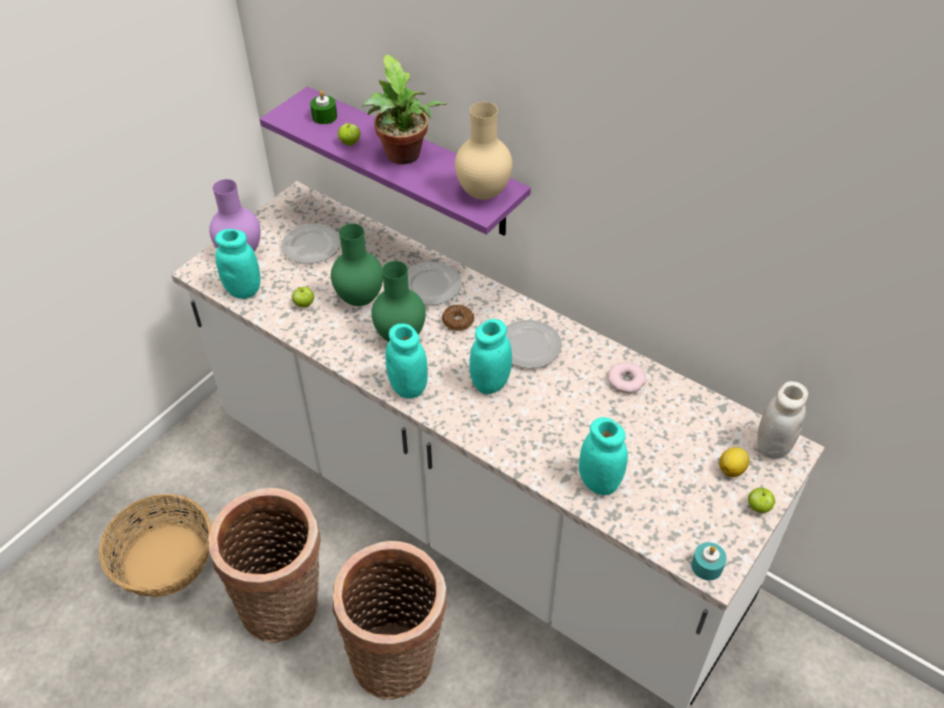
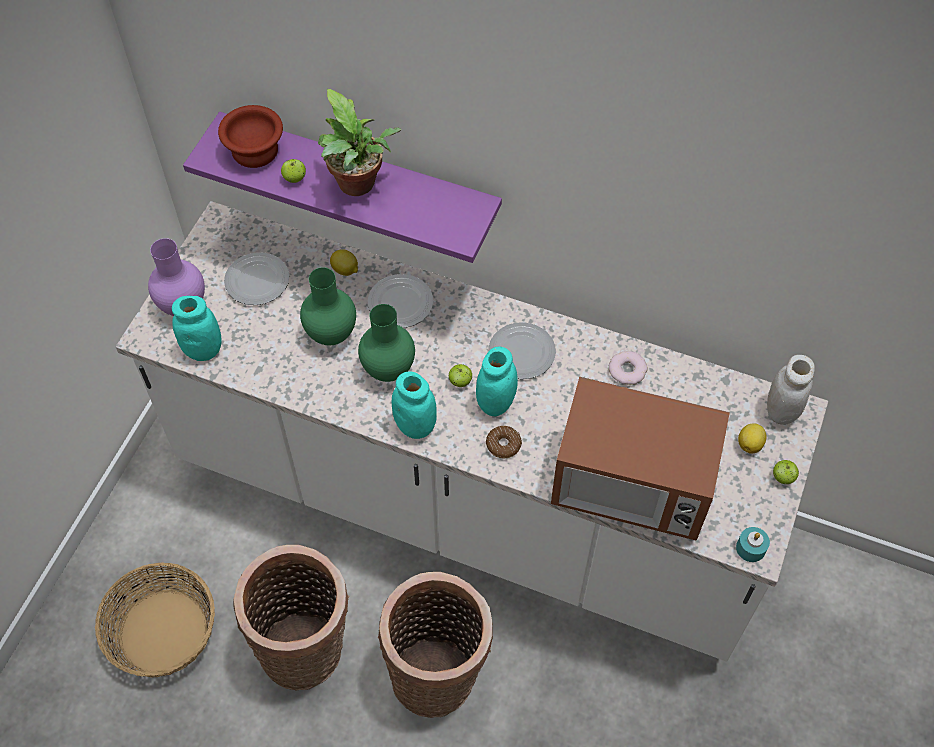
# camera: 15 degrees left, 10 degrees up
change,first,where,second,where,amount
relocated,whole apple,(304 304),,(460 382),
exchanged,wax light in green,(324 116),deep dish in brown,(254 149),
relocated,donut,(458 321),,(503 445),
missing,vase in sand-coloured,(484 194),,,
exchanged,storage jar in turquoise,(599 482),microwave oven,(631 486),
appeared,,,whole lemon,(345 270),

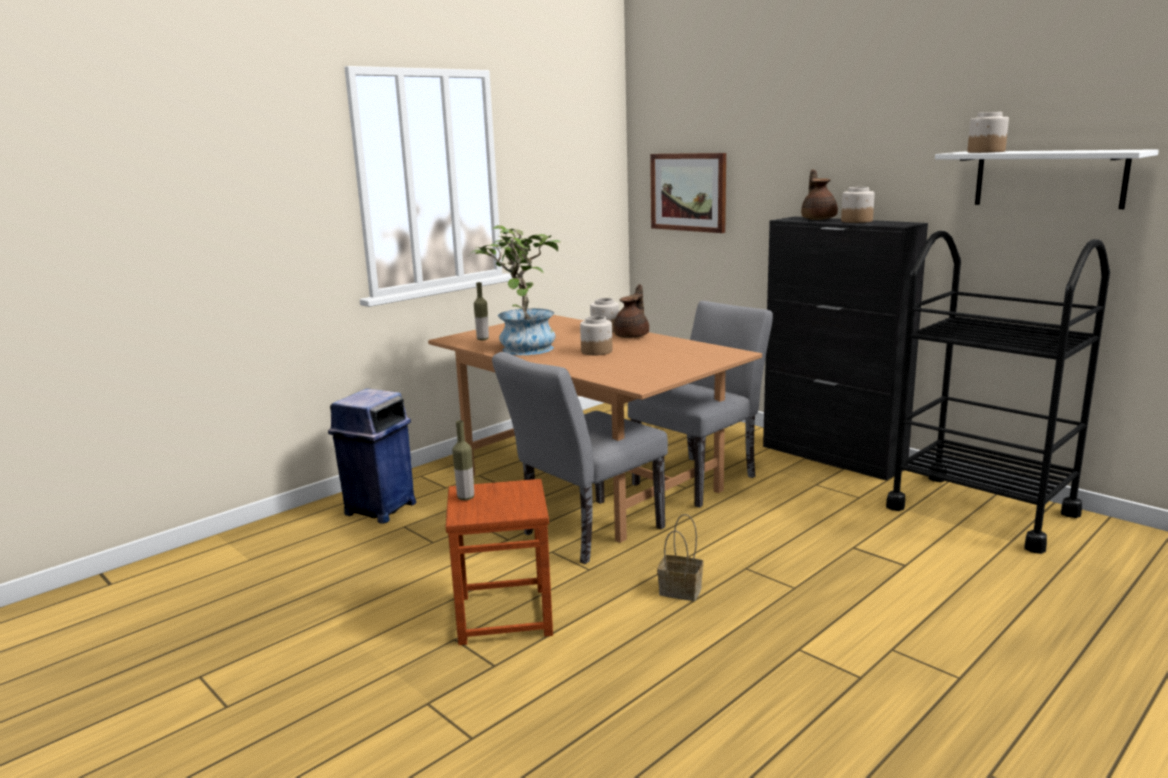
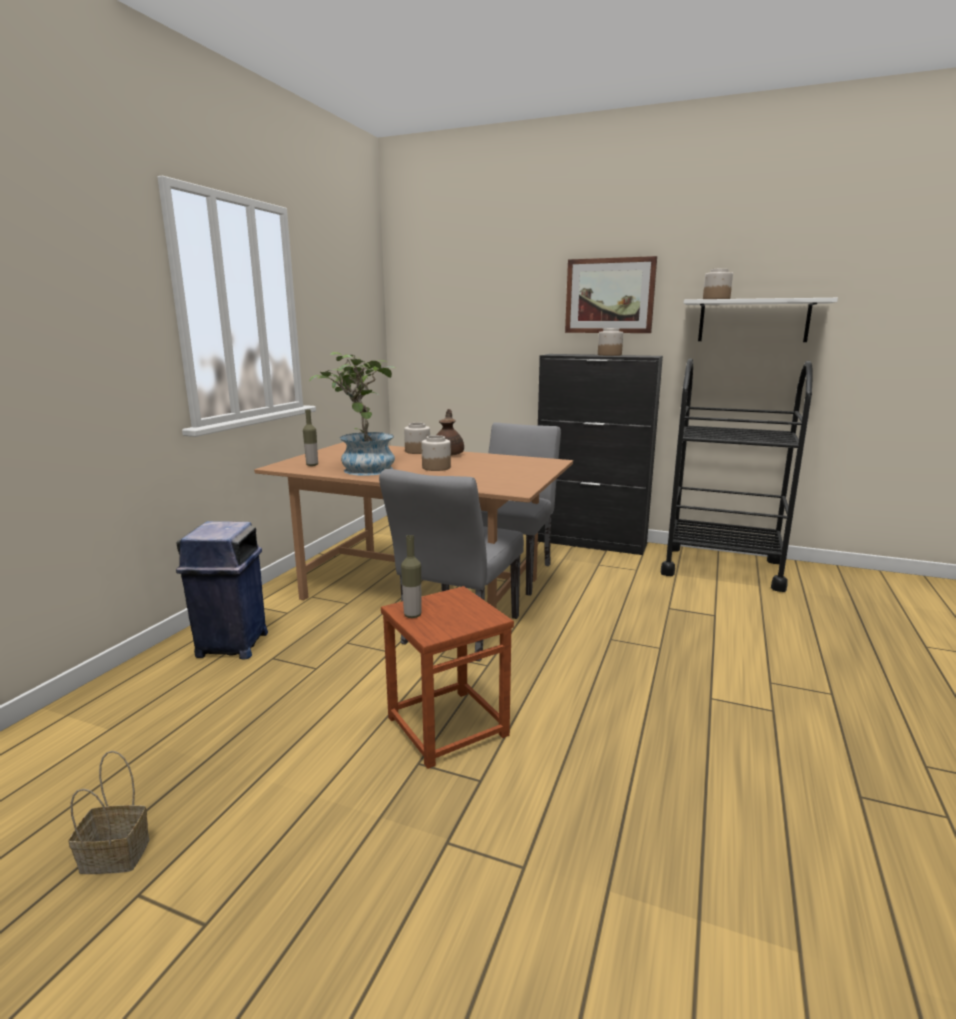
# camera: 25 degrees left, 0 degrees up
change,first,where,second,where,amount
relocated,wall art,(688 192),,(609 296),
relocated,storage basket,(682 590),,(118 854),
missing,teapot in brown,(818 219),,,

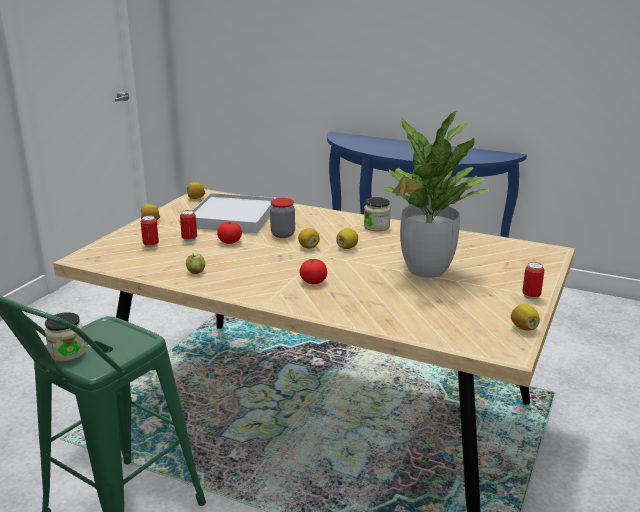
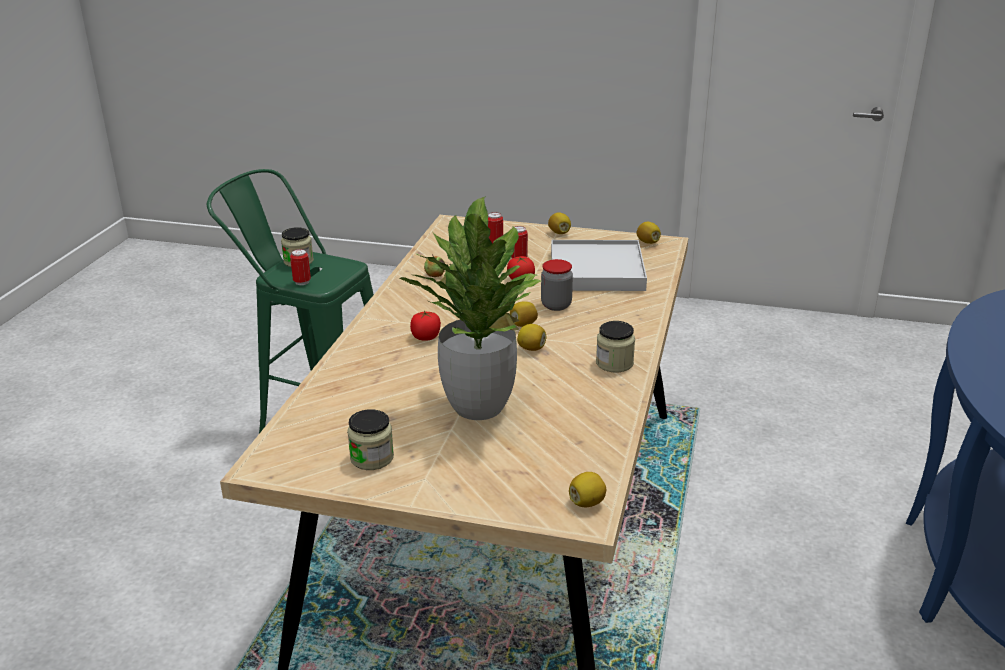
# camera: 80 degrees right, 5 degrees up
change,first,where,second,where,amount
relocated,whole lemon,(524 328),,(587 502),
relocated,can,(531 296),,(302 282),
appeared,,,storage jar,(372 458),

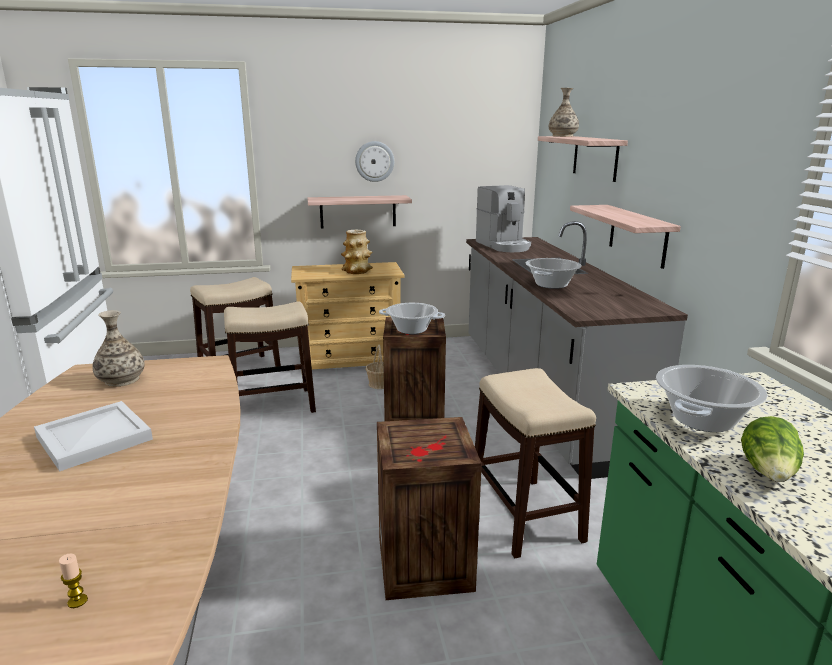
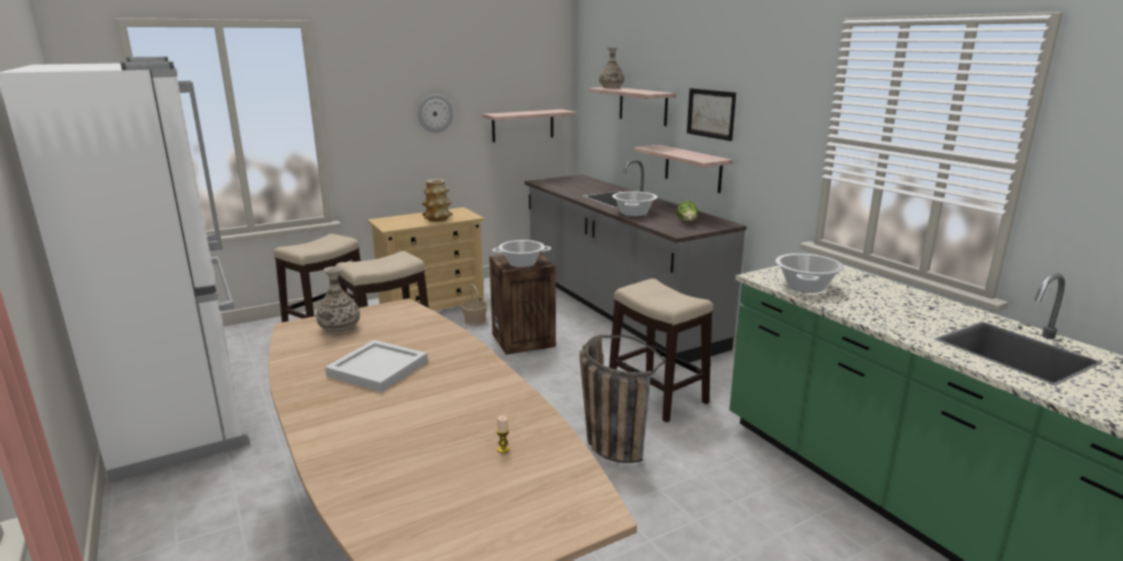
# camera: 20 degrees left, 0 degrees up
change,first,where,second,where,amount
relocated,wall shelf,(358 211),,(523 125),
exchanged,packing crate,(426 565),storage basket,(607 439),
missing,coffee maker,(504 245),,,
relocated,head of lettuce,(769 472),,(687 222),
appeared,,,wall art,(711 113),

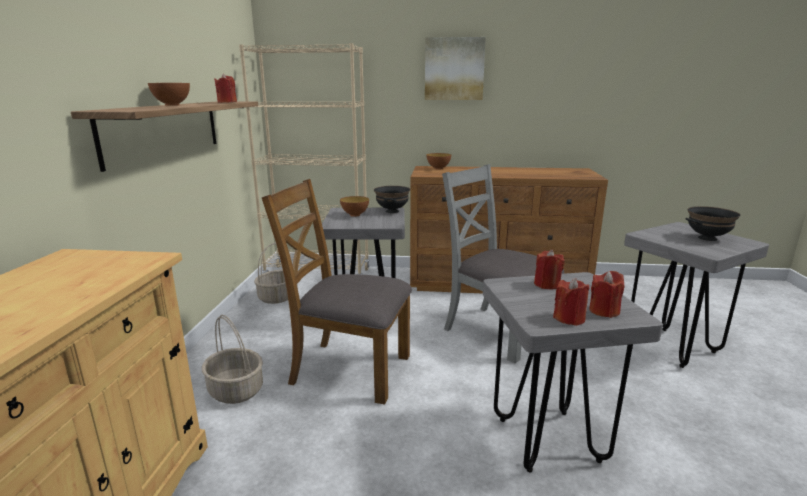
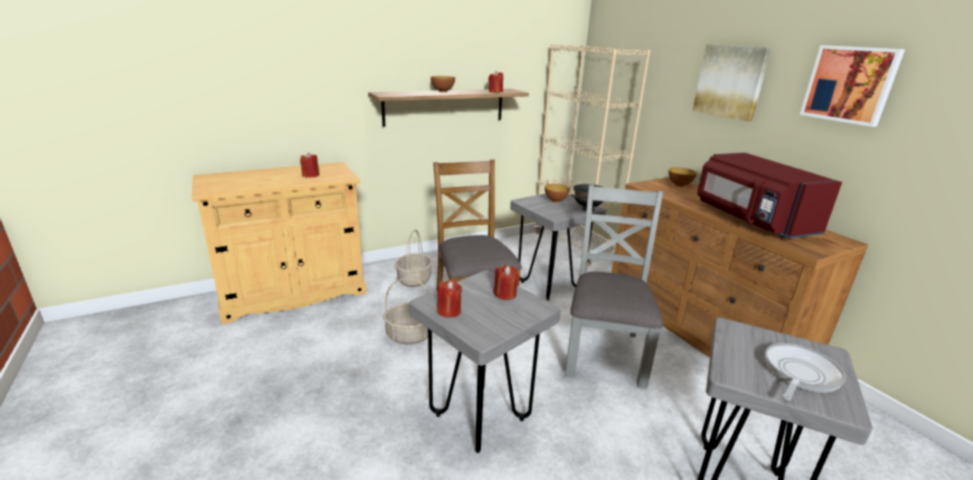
# camera: 55 degrees right, 5 degrees up
change,first,where,second,where,amount
relocated,storage basket,(278 297),,(409 335),
relocated,wax light in reddish,(604 311),,(311 175),
exchanged,deep dish in blackish,(707 238),pan,(799 374),
appeared,,,microwave oven in reddish,(750 220),
appeared,,,wall art,(850 84),

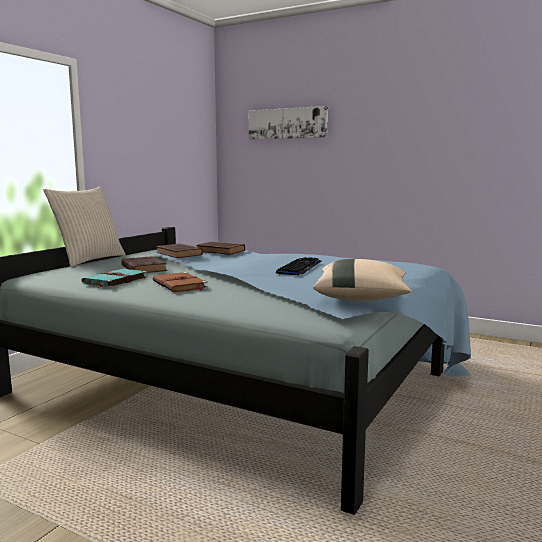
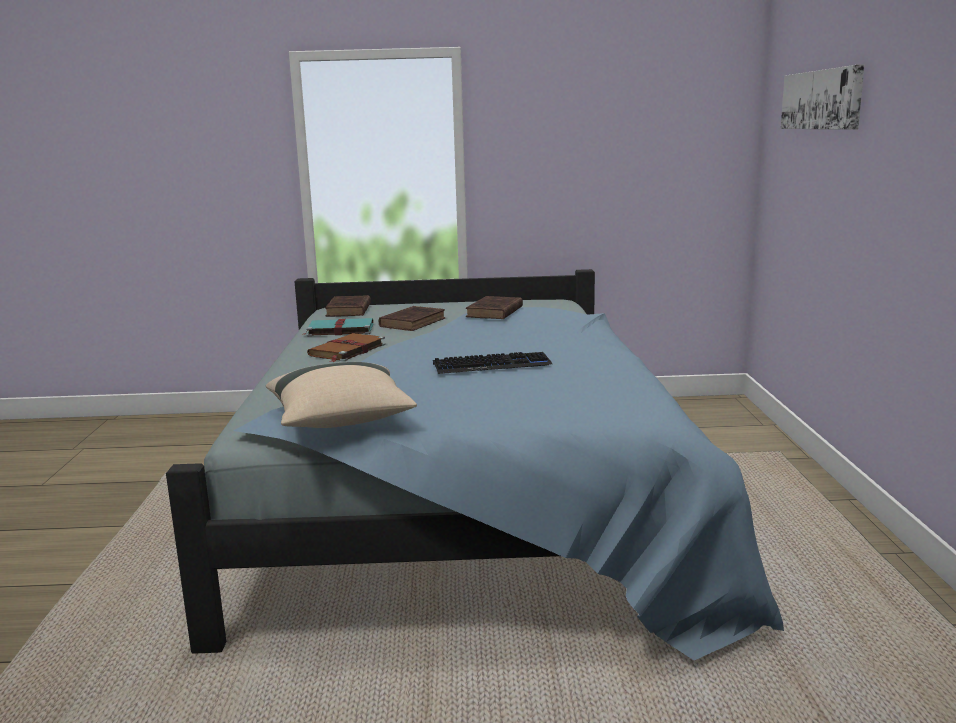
# camera: 60 degrees right, 5 degrees up
change,first,where,second,where,amount
missing,pillow in sand-coloured,(89 260),,,
relocated,volume in brown,(221 251),,(348 310),

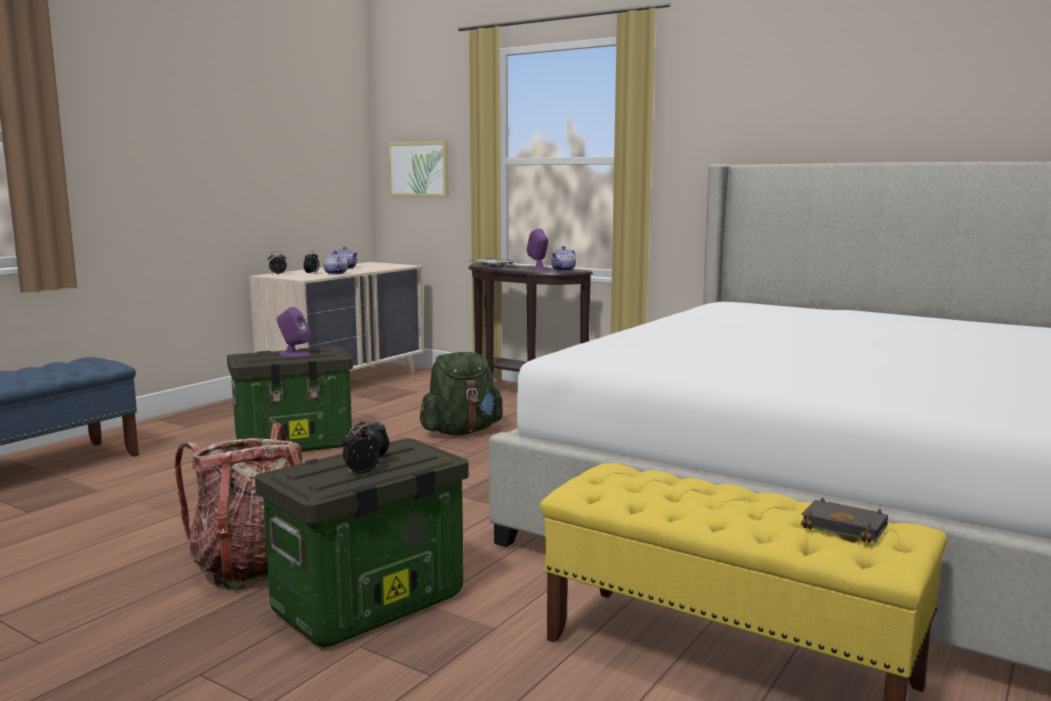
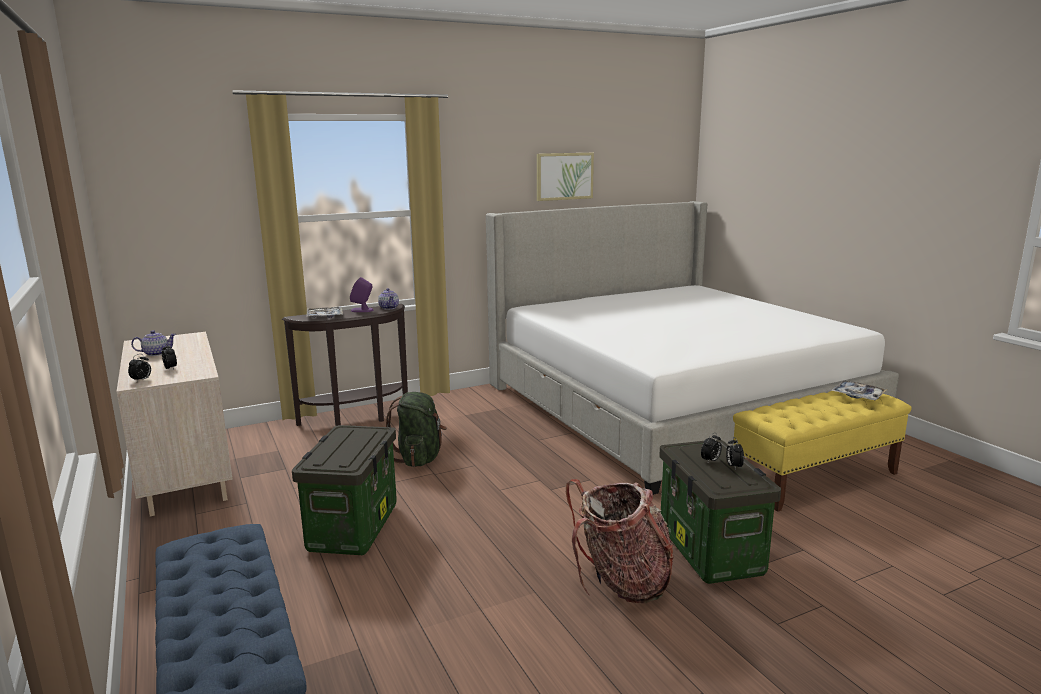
# camera: 60 degrees left, 5 degrees up
change,first,where,second,where,amount
missing,audio speaker in purplish,(294 354),,,
missing,teapot,(335 273),,,
relocated,wall art,(419 169),,(564 176),
exchanged,volume in blackish,(846 526),carrying tray,(858 395),

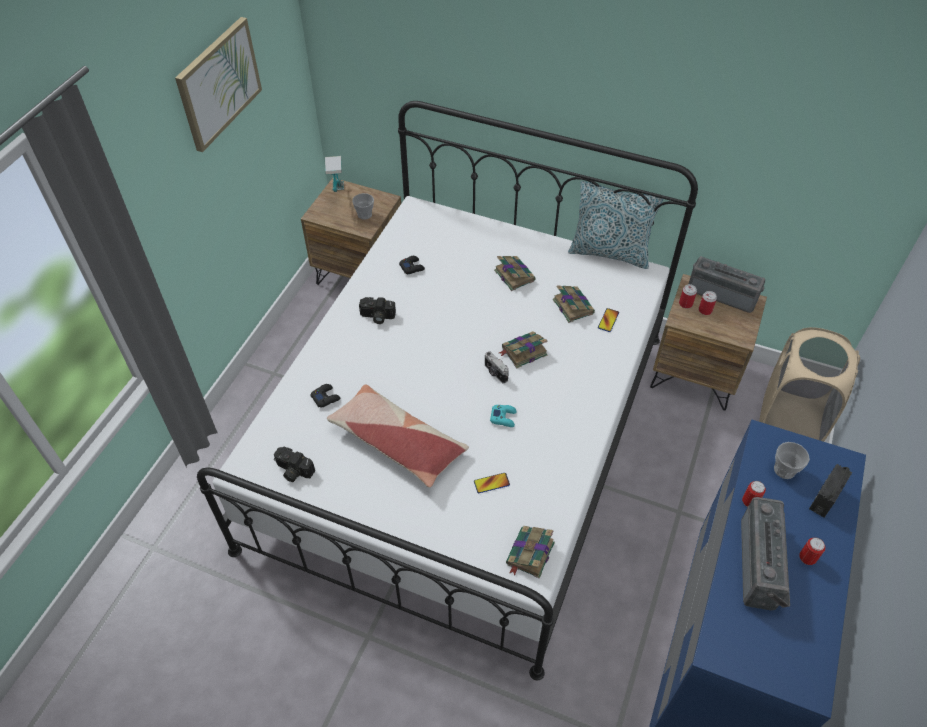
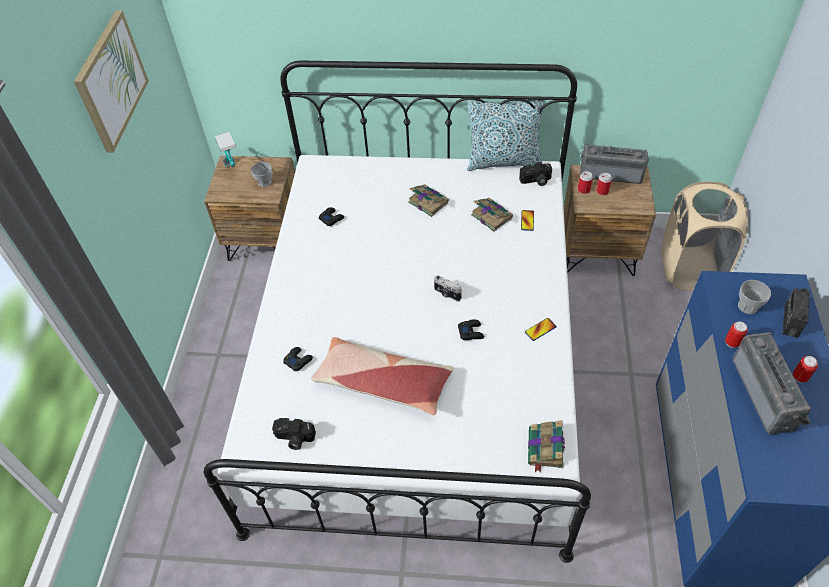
# camera: 15 degrees left, 0 degrees up
change,first,where,second,where,amount
relocated,photo camera,(377 317),,(536 181),
relocated,phone,(491 483),,(540 329),
colour,game controller in turquoise,(503 417),game controller in blackish,(471 332),
missing,volume,(523 352),,,

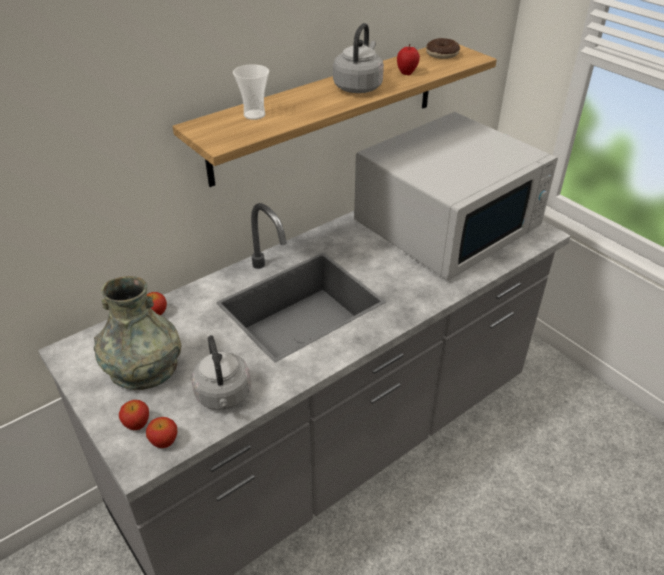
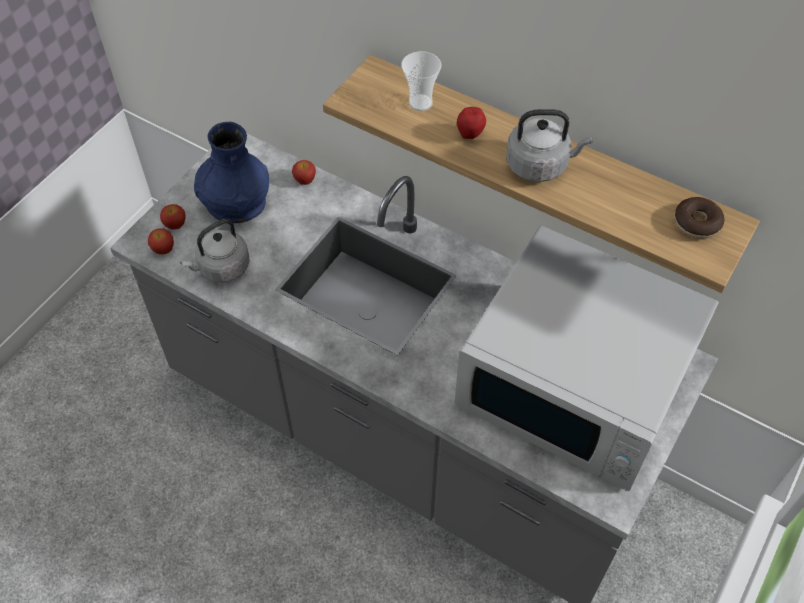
# camera: 70 degrees right, 15 degrees up
change,first,where,second,where,amount
colour,vase in greyish,(144 368),vase in blue-coloured,(236 202),
relocated,whole apple,(407 73),,(470 135),

